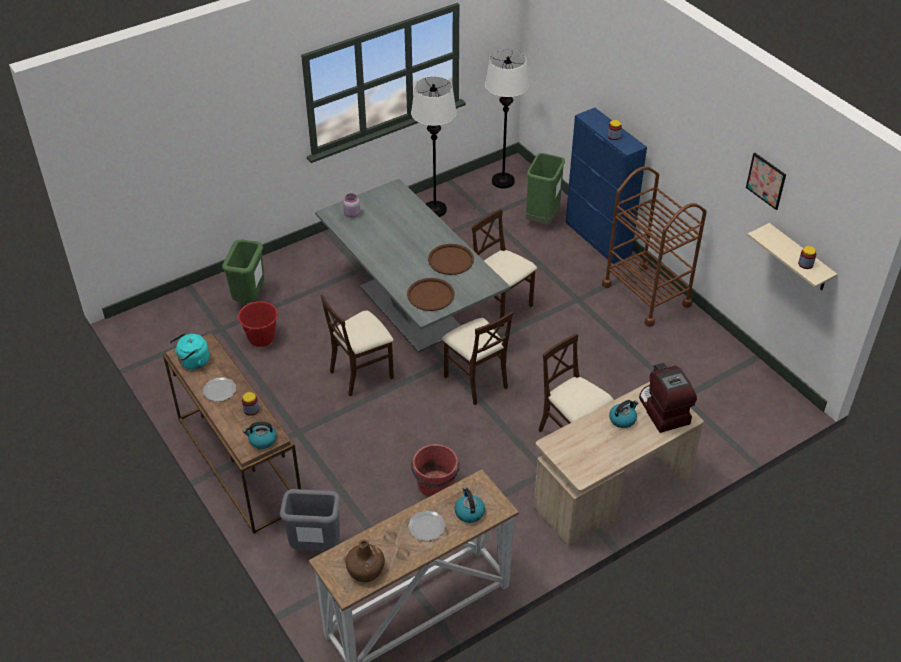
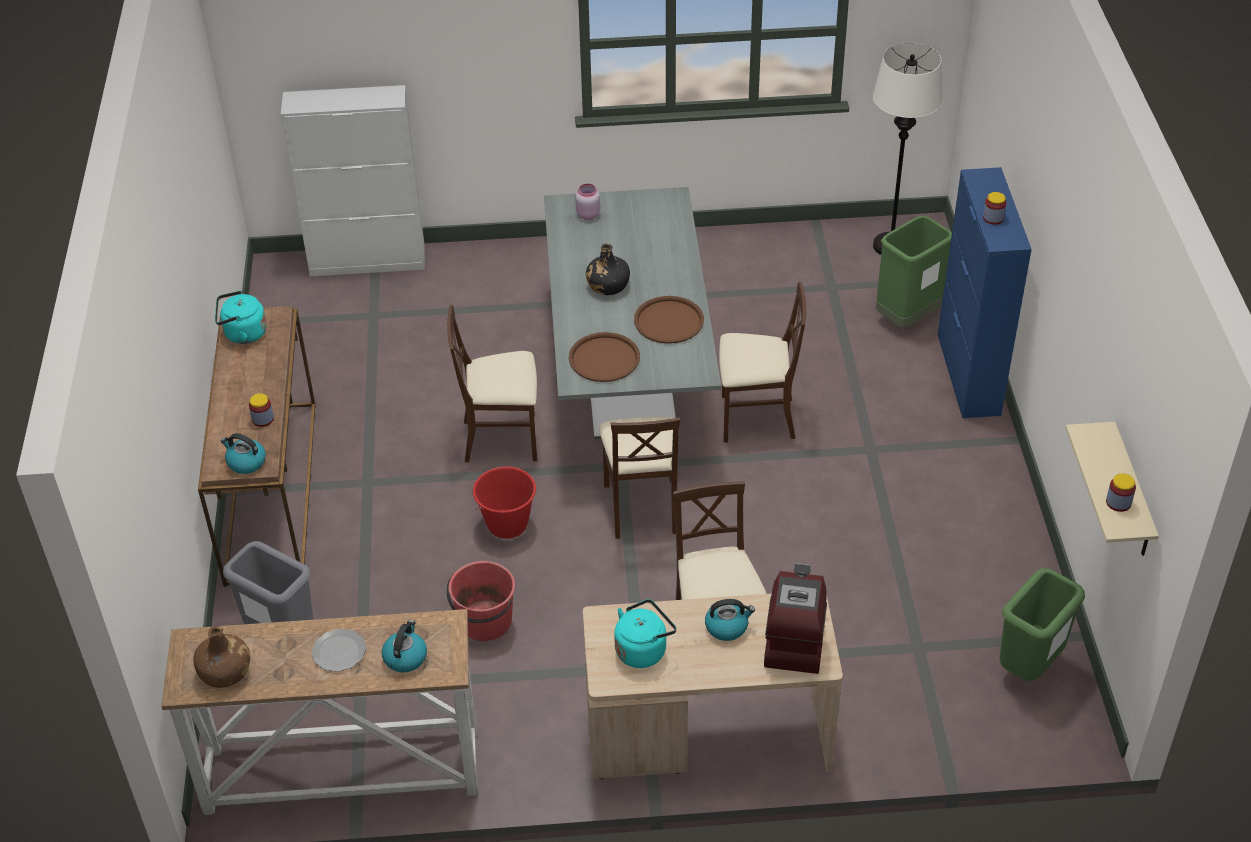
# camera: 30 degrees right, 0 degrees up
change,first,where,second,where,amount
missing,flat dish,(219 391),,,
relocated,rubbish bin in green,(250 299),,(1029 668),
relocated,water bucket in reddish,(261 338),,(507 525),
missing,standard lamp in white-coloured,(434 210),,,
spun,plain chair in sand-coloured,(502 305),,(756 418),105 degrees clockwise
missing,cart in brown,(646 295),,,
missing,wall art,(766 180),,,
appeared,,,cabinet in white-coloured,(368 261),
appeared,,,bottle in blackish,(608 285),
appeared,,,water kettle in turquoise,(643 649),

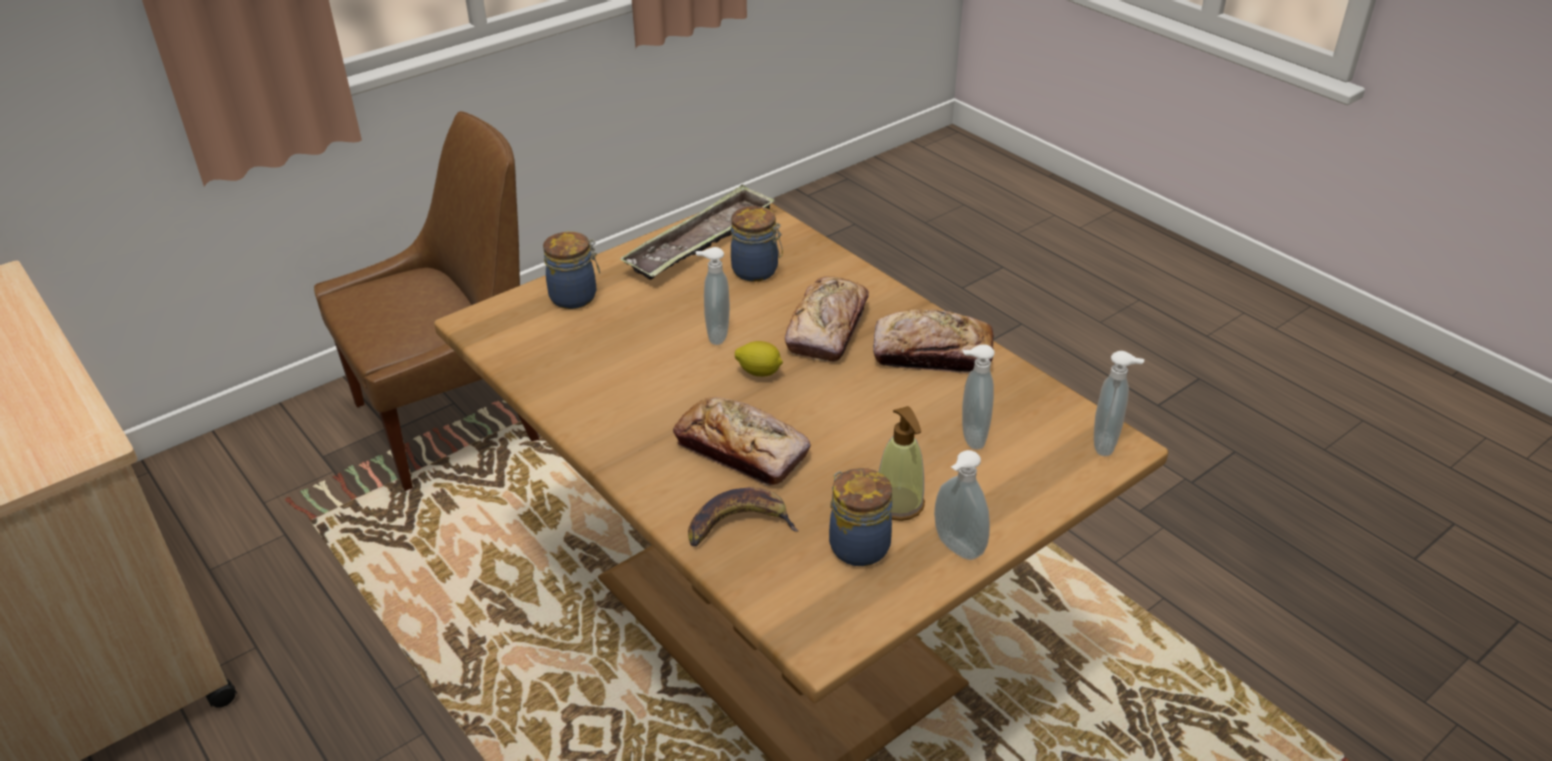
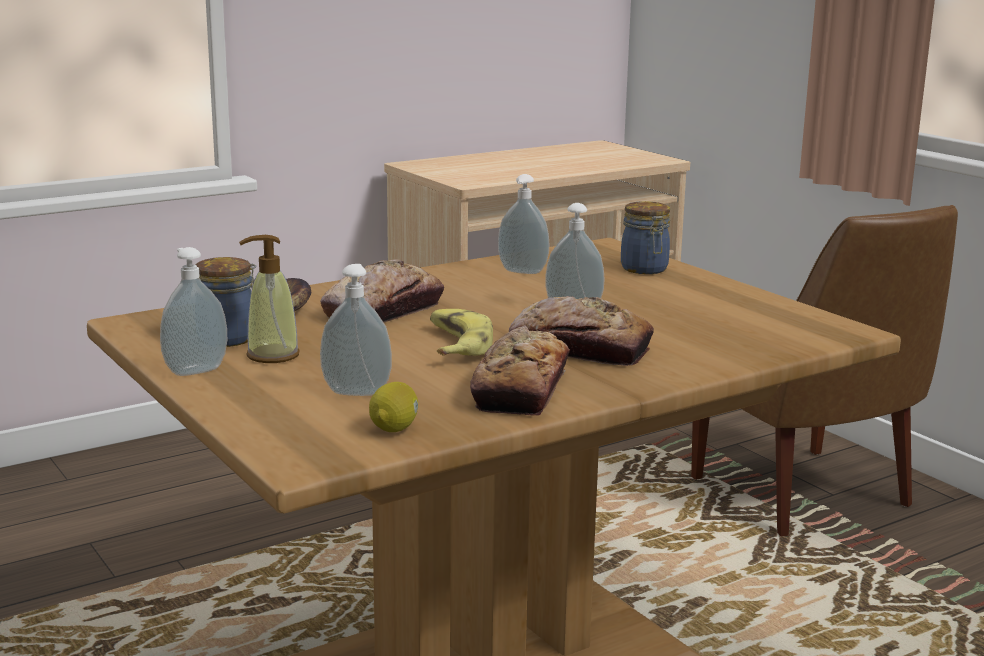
# camera: 95 degrees right, 20 degrees down
change,first,where,second,where,amount
missing,carrying tray,(701 242),,,
missing,storage jar,(757 271),,,
relocated,whole lemon,(759 372),,(395 428),
relocated,soap bottle,(1107 444),,(522 272),
appeared,,,banana,(455 345),

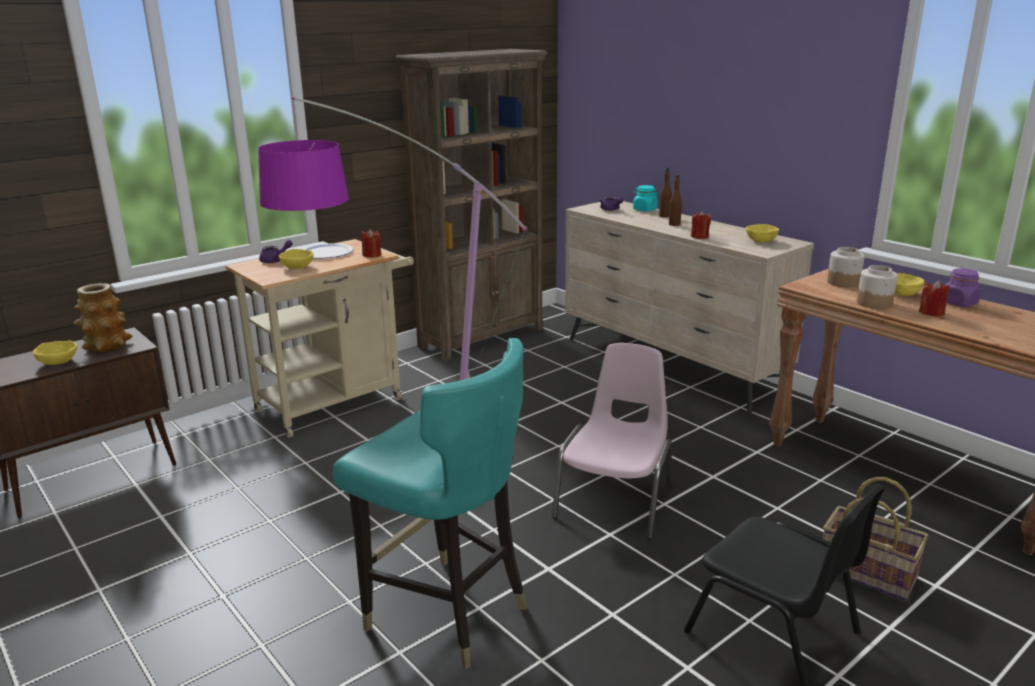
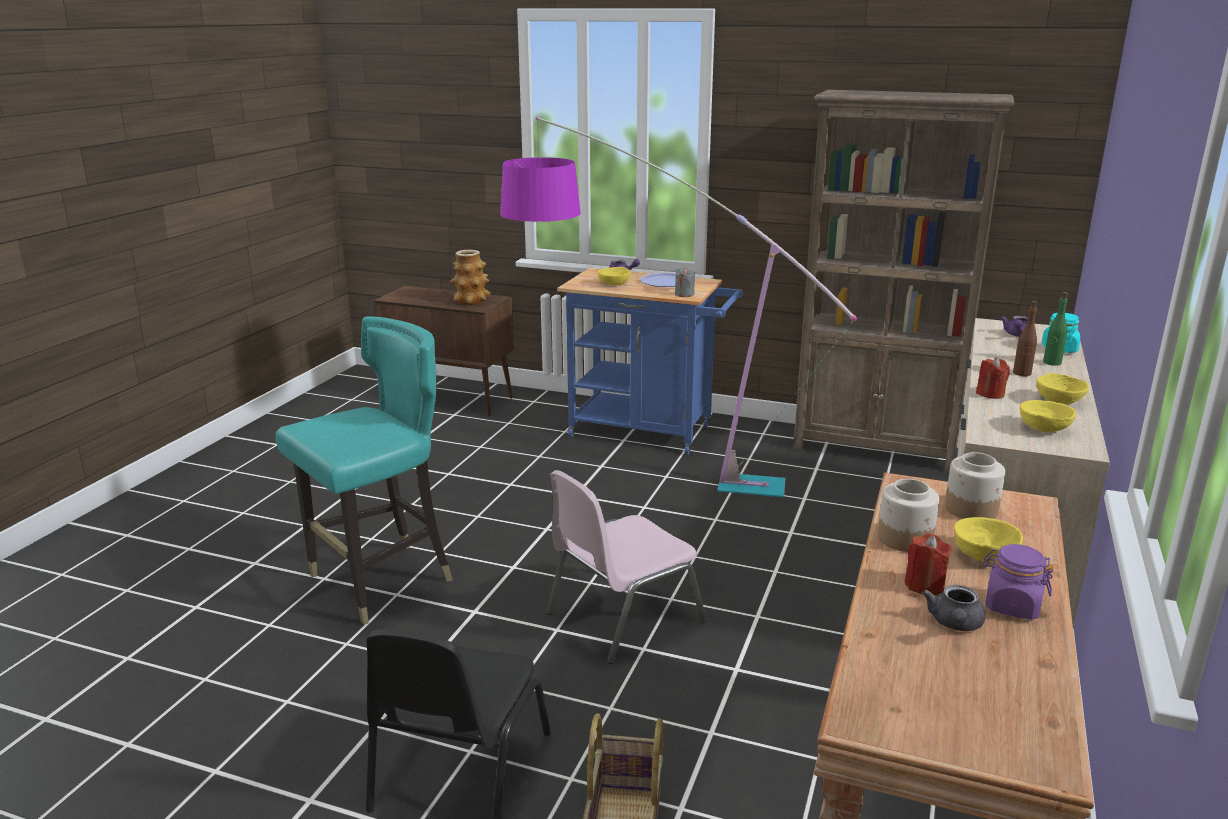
# camera: 60 degrees right, 0 degrees up
change,first,where,second,where,amount
relocated,deep dish in yellowish,(58 362),,(1059 401),
colour,cart in sand-coloured,(337 402),cart in blue-coloured,(649 432),
spun,plain chair in turquoise,(446 613),,(380 582),135 degrees counterclockwise
colour,wax light in reddish,(372 255),wax light in greyish,(684 294),
spun,plain chair in pink,(616 500),,(621 617),150 degrees clockwise
colour,bottle in brown,(664 216),bottle in green,(1052 363),
appeared,,,teapot in greyish,(954 624),

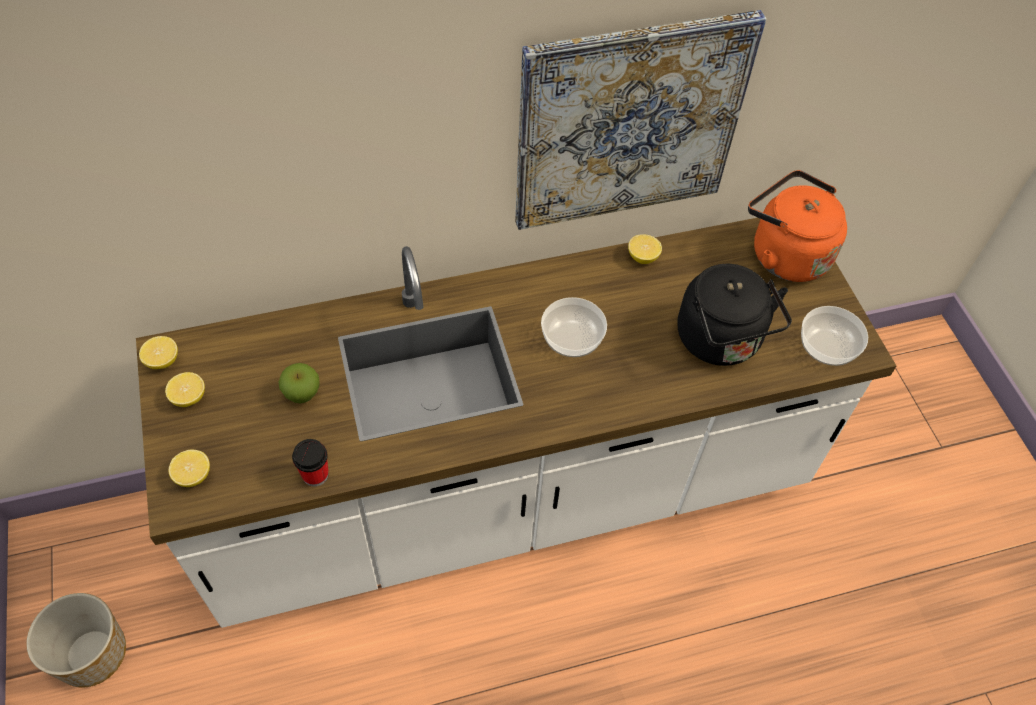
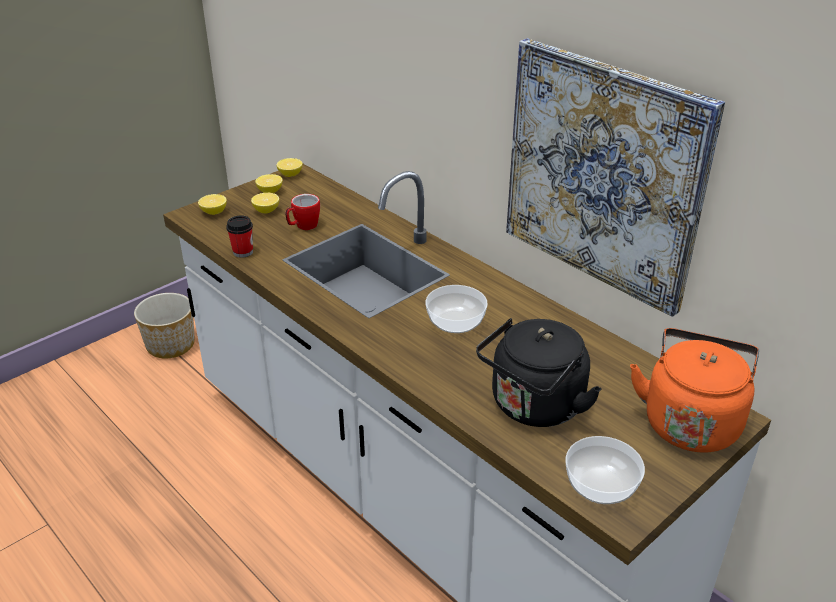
# camera: 65 degrees right, 20 degrees down
change,first,where,second,where,amount
exchanged,whole apple,(302 394),coffee mug,(303 226),
relocated,whole lemon,(642 257),,(266 210),

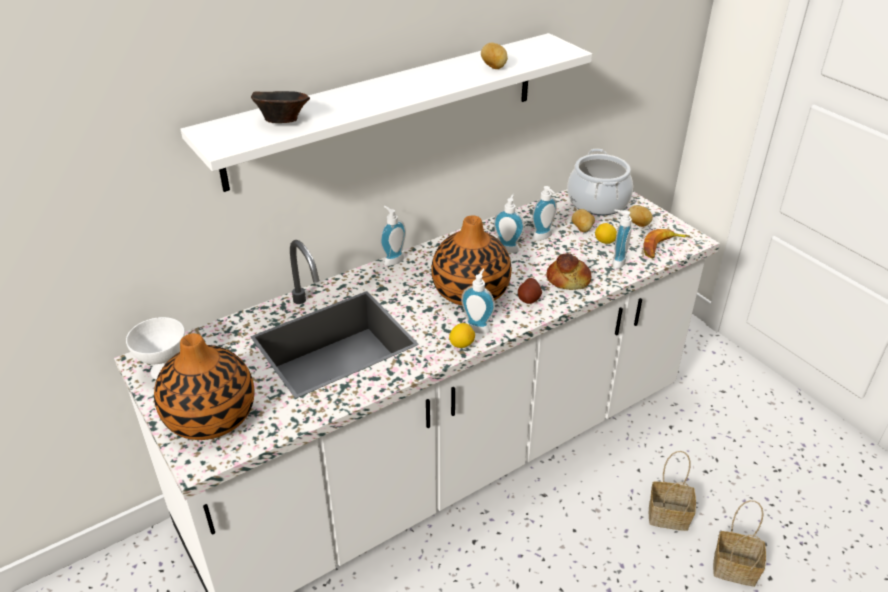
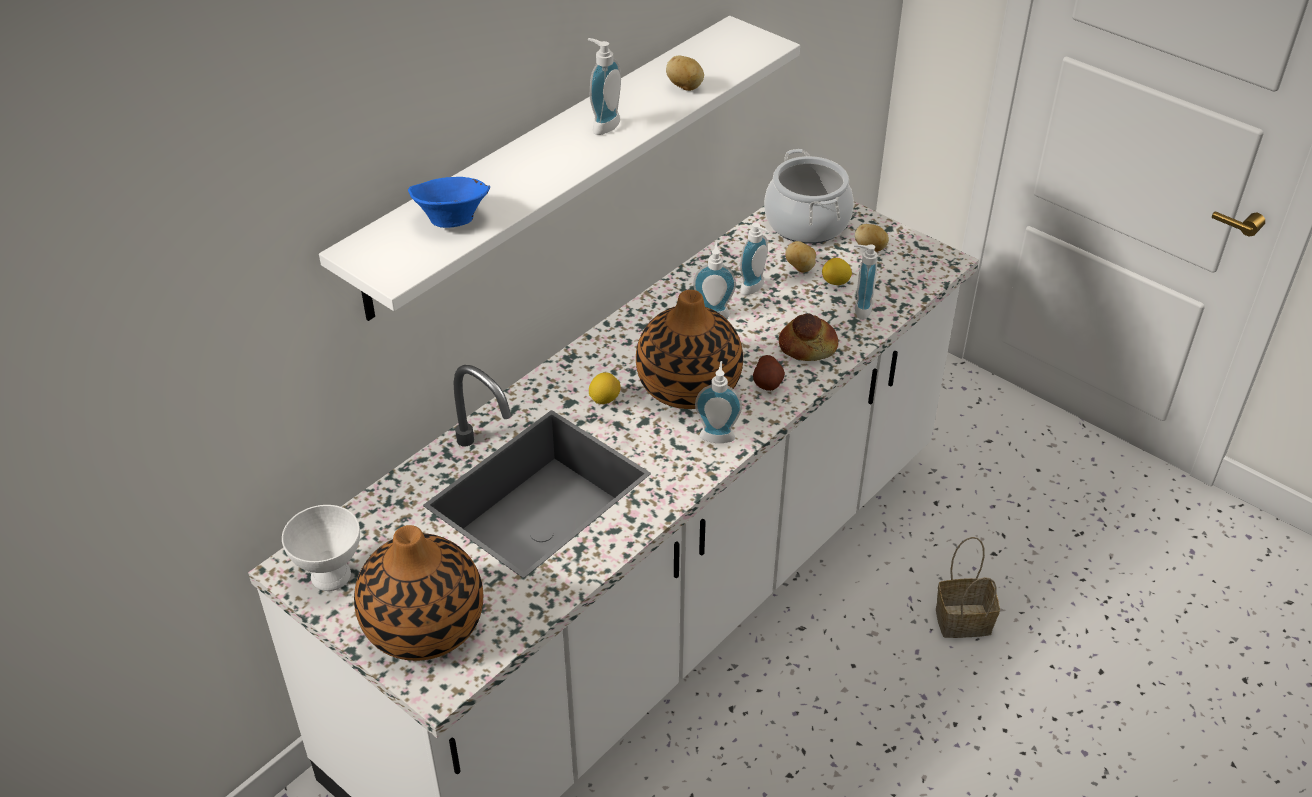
# camera: 15 degrees left, 5 degrees up
change,first,where,second,where,amount
colour,deep dish in brown,(282 121),deep dish in blue-coloured,(451 220),
relocated,soap bottle,(392 259),,(602 125),
relocated,whole lemon,(461 344),,(604 399),
missing,banana,(662 247),,,
missing,storage basket,(736 568),,,

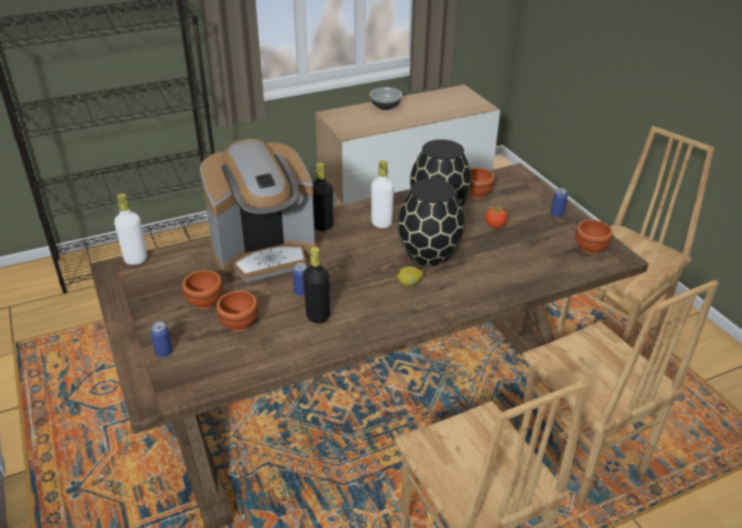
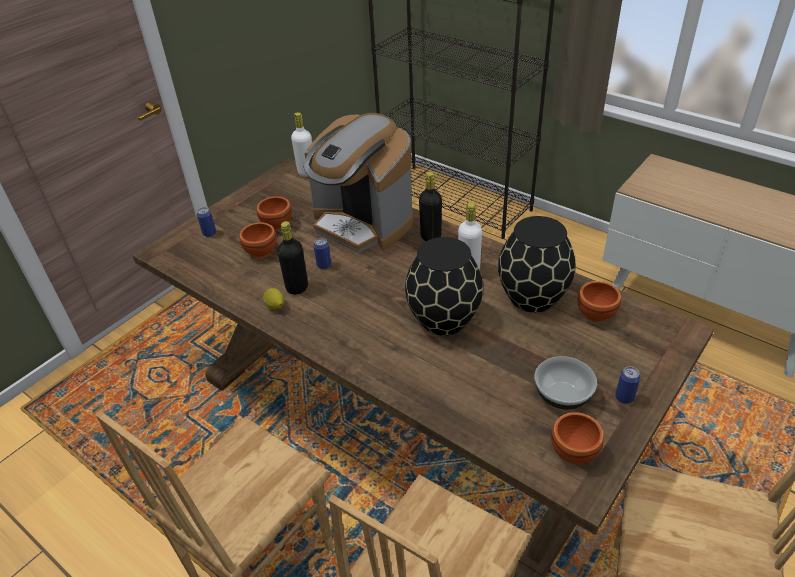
# camera: 65 degrees right, 5 degrees up
change,first,where,second,where,amount
relocated,deep dish,(386 107),,(562 396),
relocated,whole lemon,(409 283),,(275 306),
missing,fresh tomato,(495 225),,,

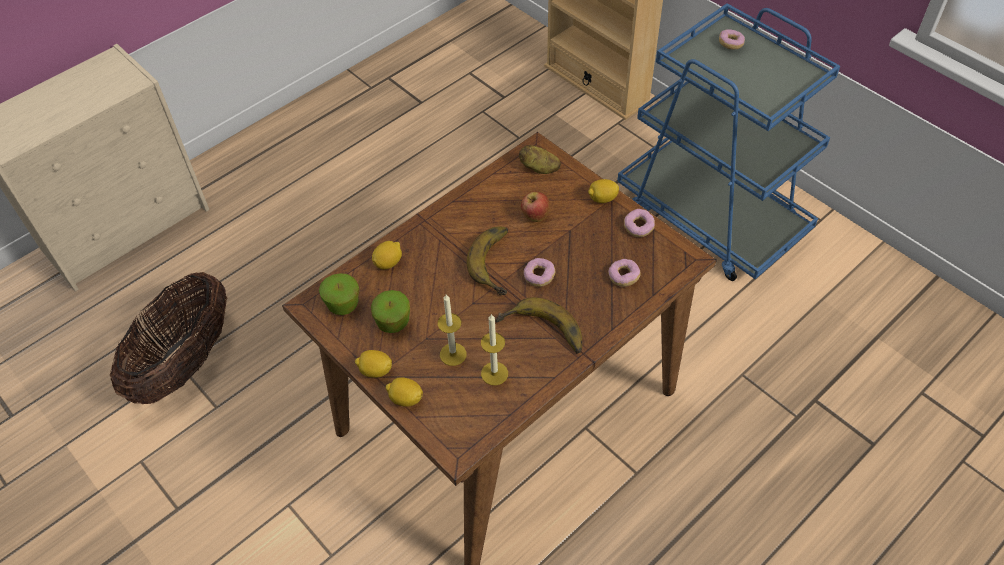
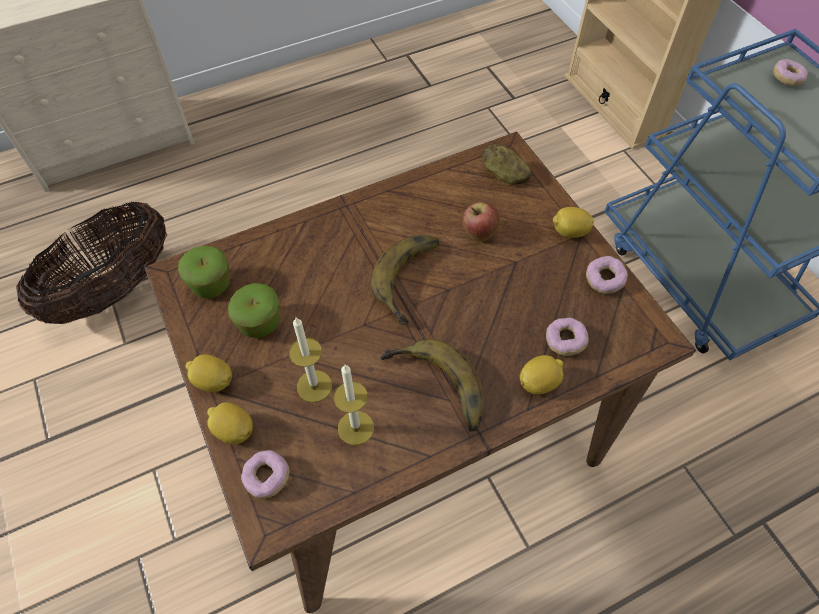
# camera: 15 degrees right, 5 degrees up
change,first,where,second,where,amount
relocated,whole lemon,(388 262),,(539 382),
relocated,donut,(539 276),,(267 477),

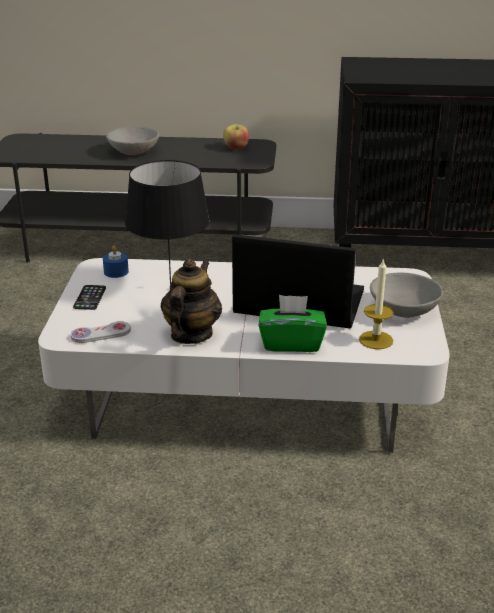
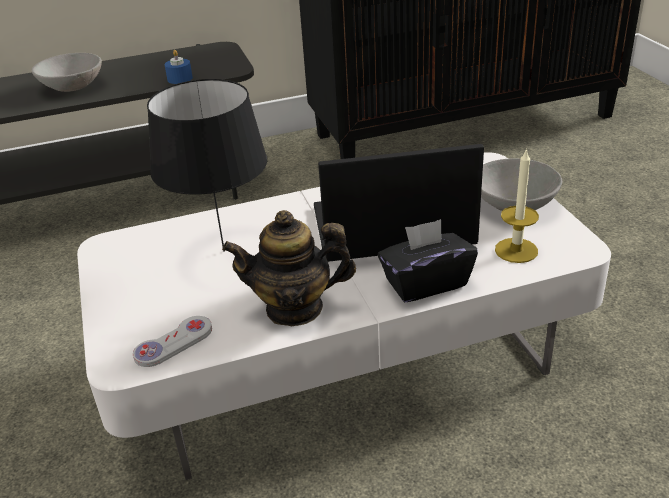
# camera: 20 degrees left, 5 degrees up
change,first,where,second,where,amount
missing,phone,(90 298),,,
relocated,wax light in blue-coloured,(116 272),,(180 79),
spun,teapot,(191 334),,(295 308),90 degrees counterclockwise
missing,whole apple,(236 148),,,
colour,tissue holder in green,(291 343),tissue holder in blackish,(425 283),

